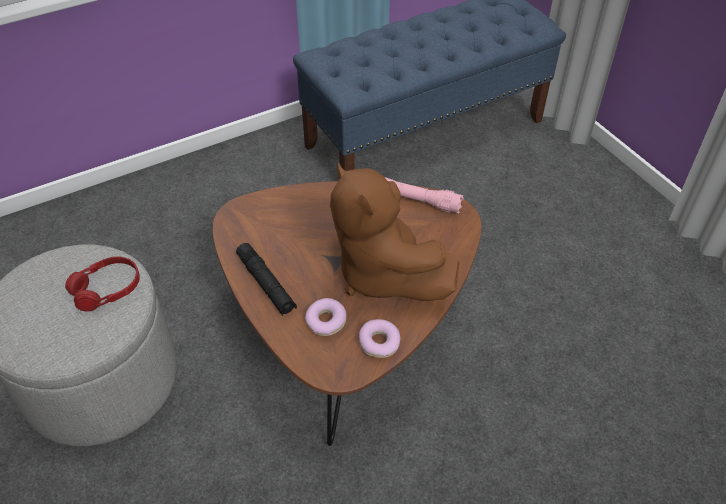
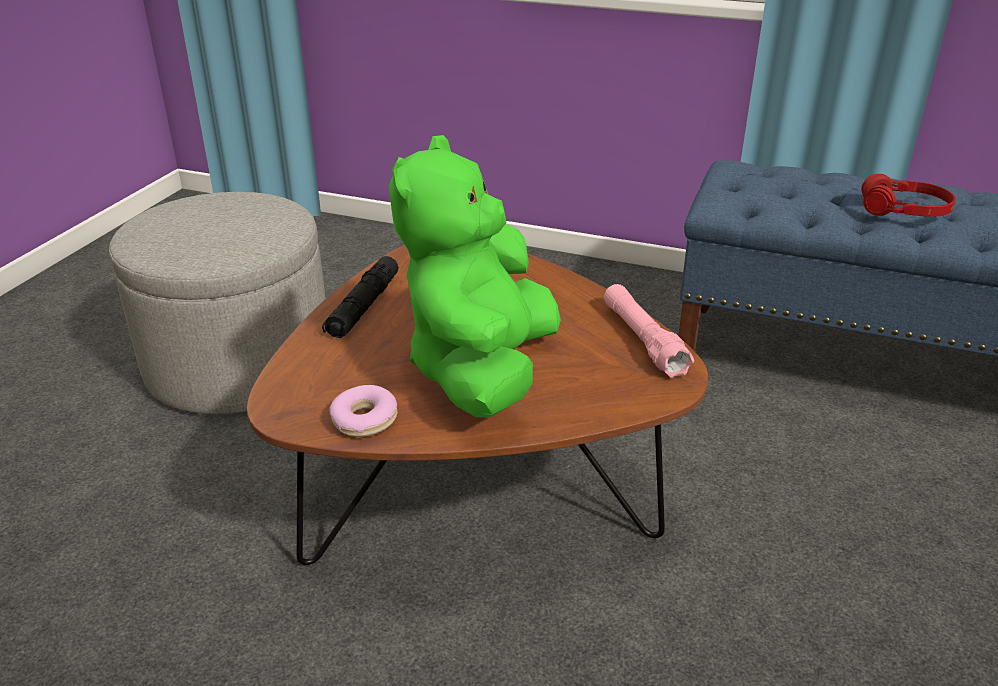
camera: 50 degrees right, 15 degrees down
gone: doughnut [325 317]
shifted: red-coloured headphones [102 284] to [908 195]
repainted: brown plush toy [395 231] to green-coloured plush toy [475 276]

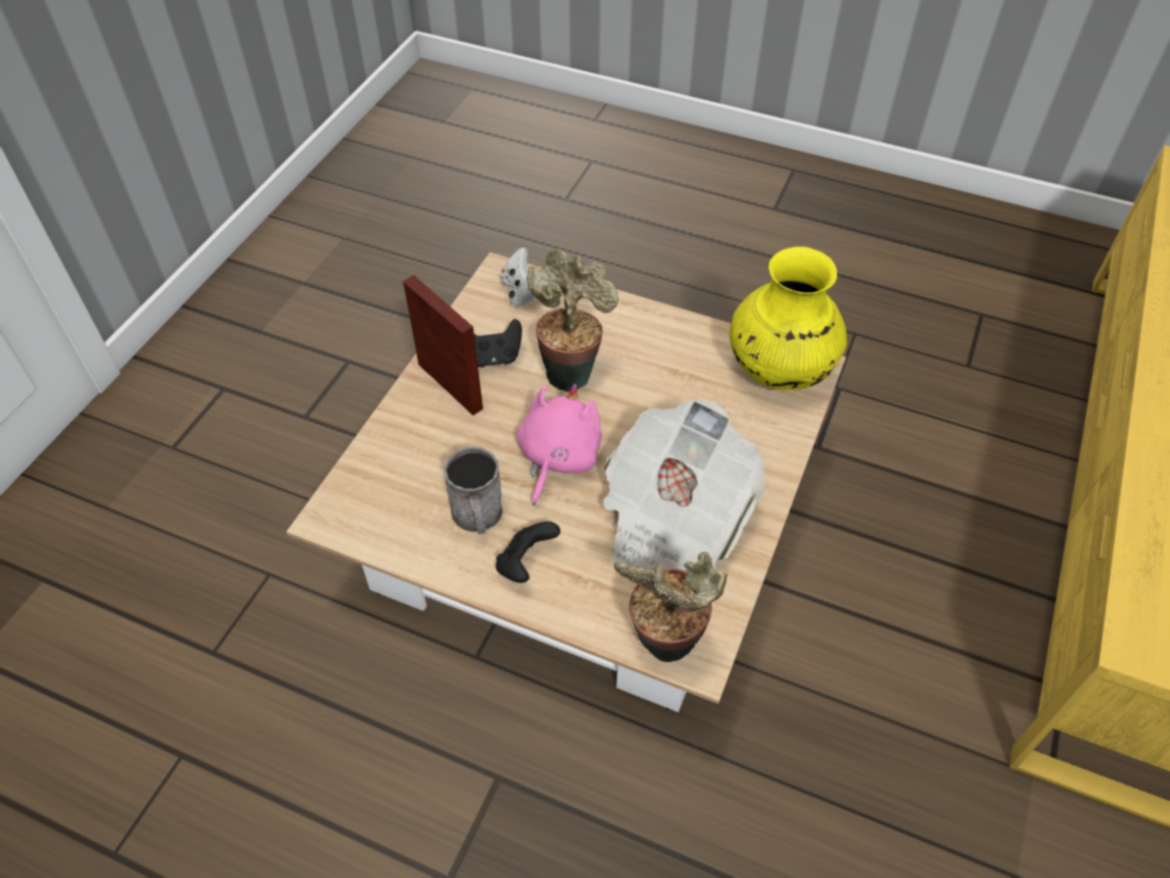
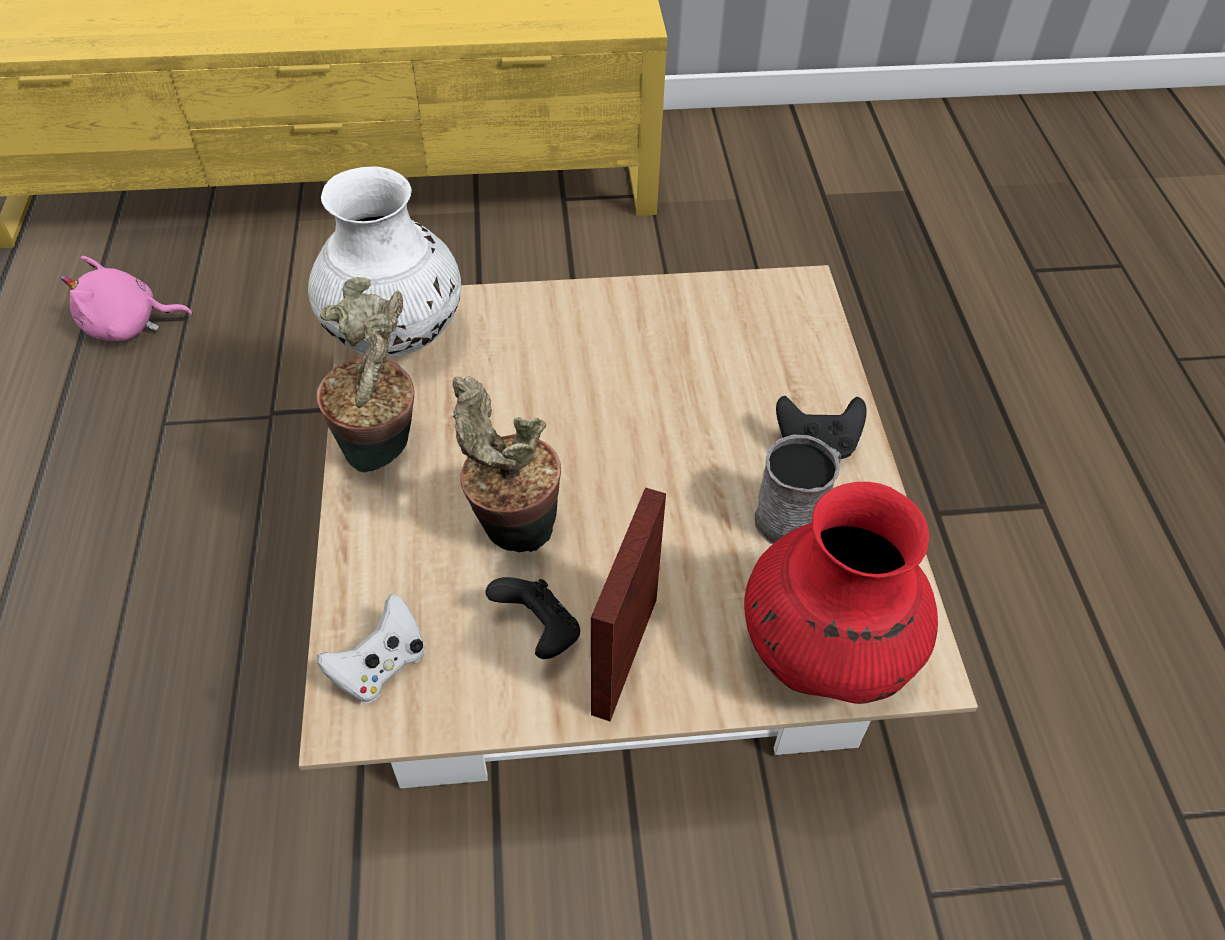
camera: 120 degrees left, 0 degrees up
gone: printed paper [684 485]
new: red-coloured flower vase [841 593]
shifted: pink-coloured plush toy [559 444] to [127 298]; potted plant [670 607] to [365 375]
repainted: yellow flower vase [788 318] to white-coloured flower vase [384 261]

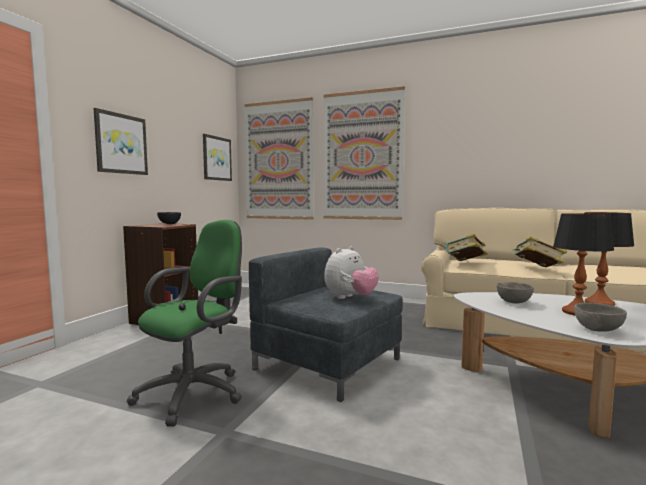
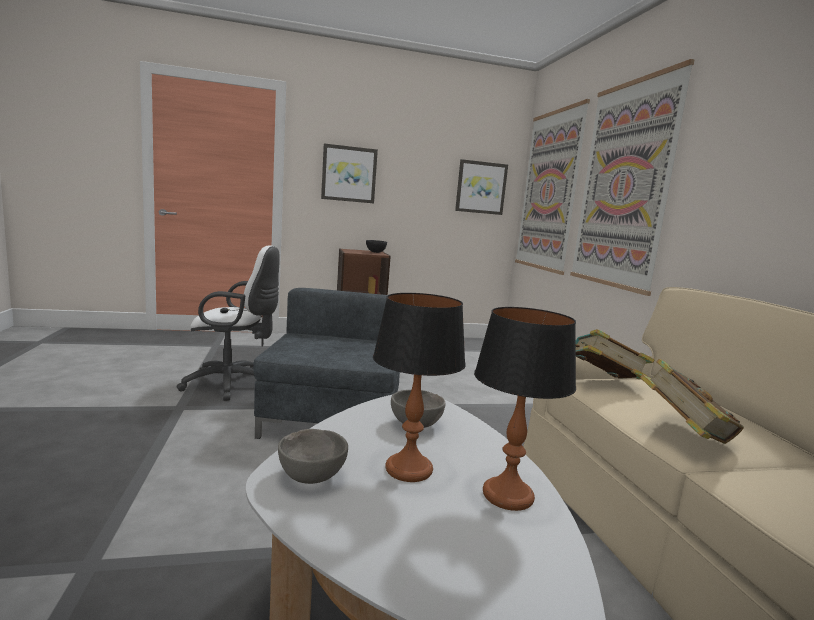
camera: 55 degrees right, 5 degrees up
gone: plush toy [351 272]
repainted: green-coloured computer chair [184 323] to white-coloured computer chair [228 323]

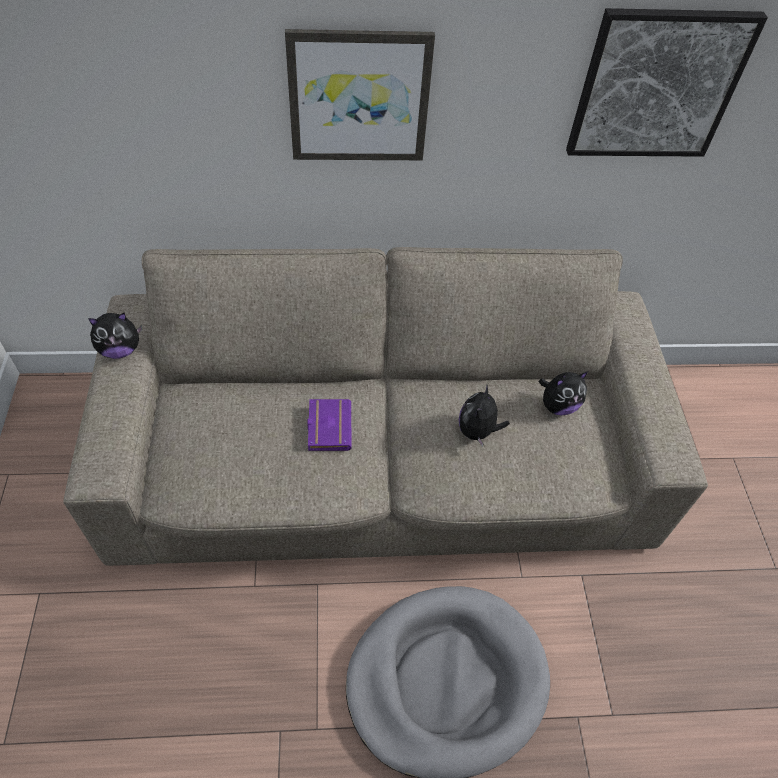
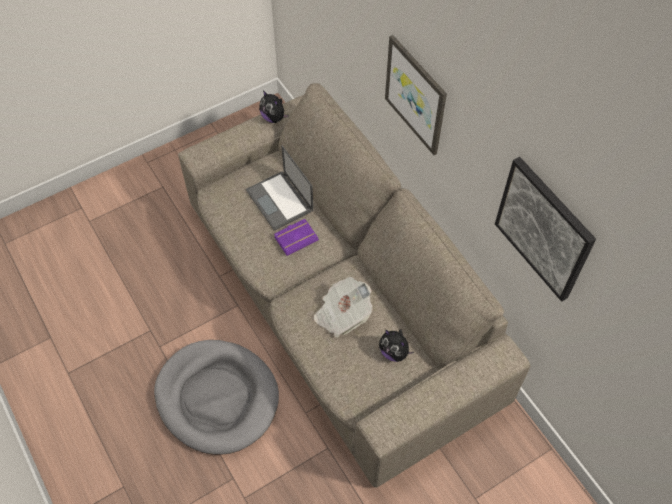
camera: 65 degrees right, 5 degrees up
new: laptop [279 188]
swapped: plush toy [484 416] to printed paper [343 307]

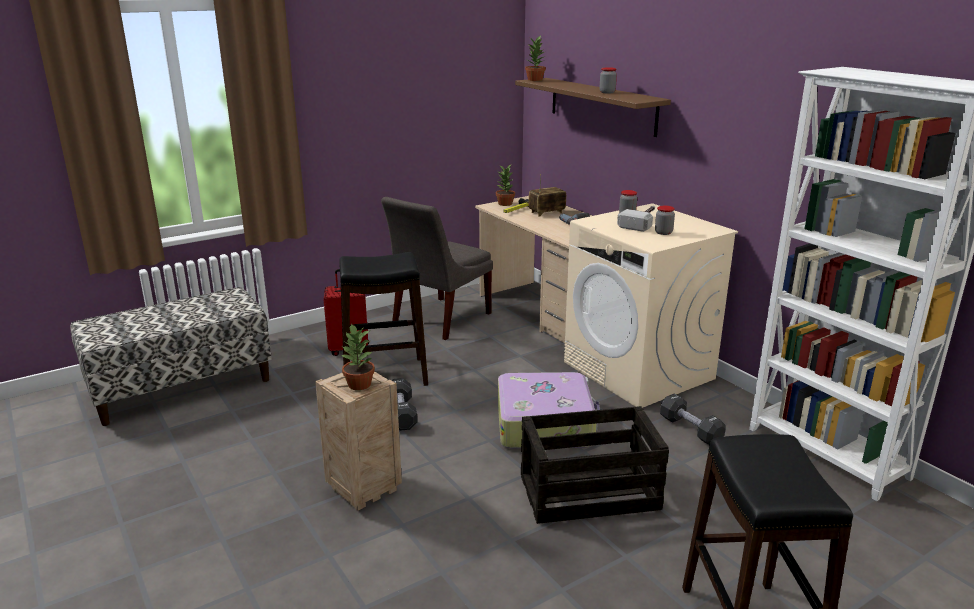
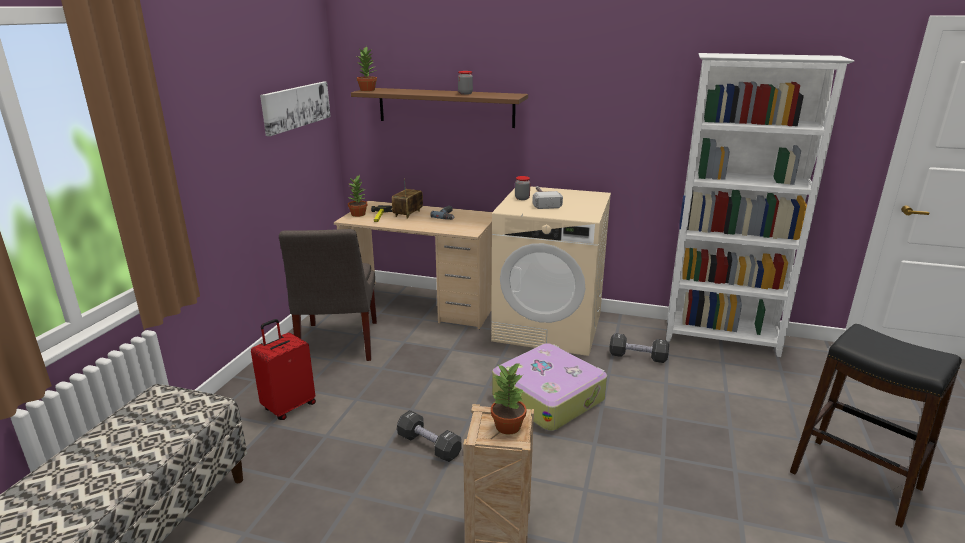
camera: 40 degrees left, 0 degrees up
gone: black stool [383 319]; shipping crate [595 465]; jar [665 220]
new: wall picture [295 109]

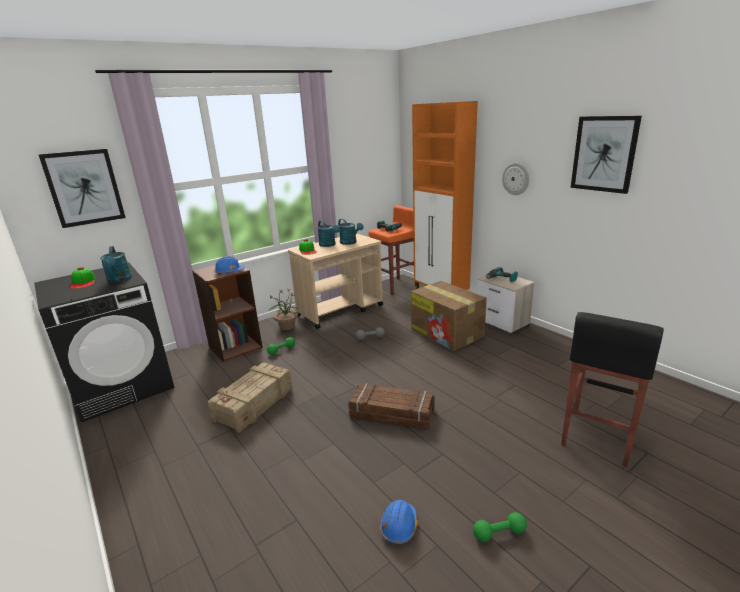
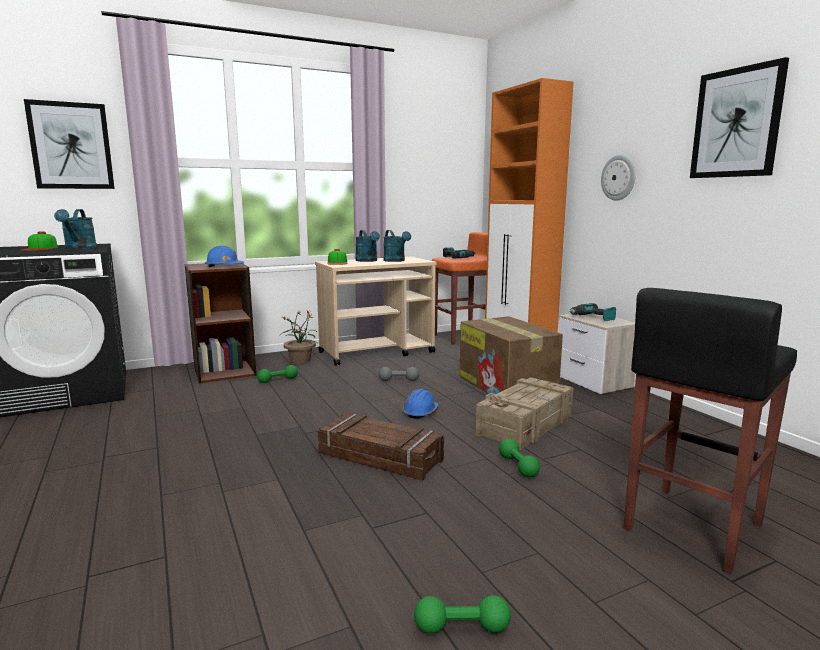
camera: 10 degrees right, 10 degrees down
new: green-coloured dumbbell [519 458]
shifted: shipping crate [250 397] to [524 413]; blue-coloured hard hat [398 522] to [420 404]

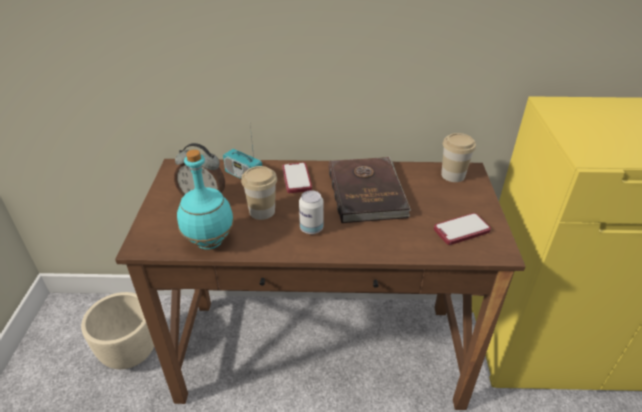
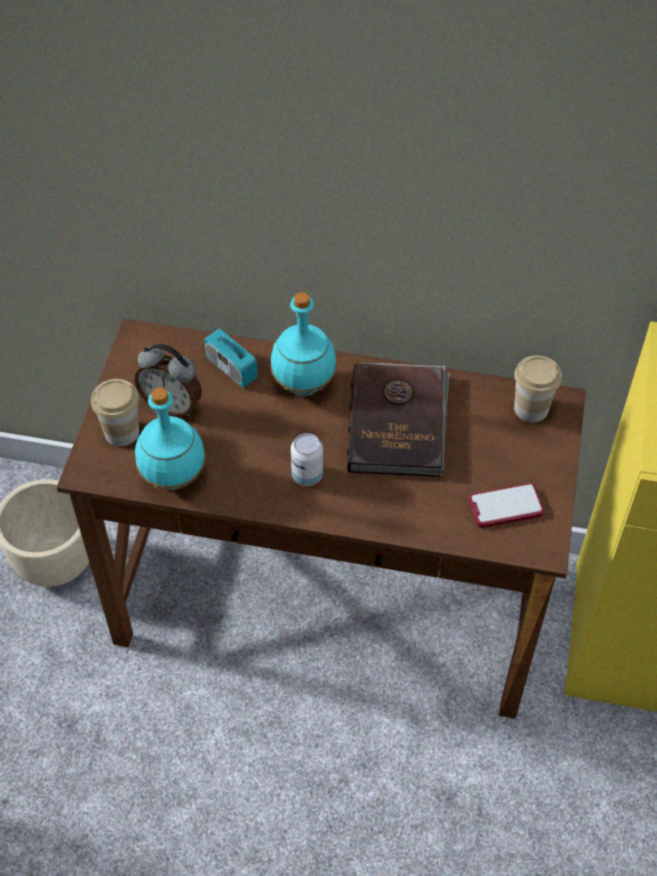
camera: 10 degrees right, 15 degrees up
shifted: drinking cup [259 193] to [115 412]
swapped: telephone [297 177] to turquoise-coloured beverage bottle [303 344]

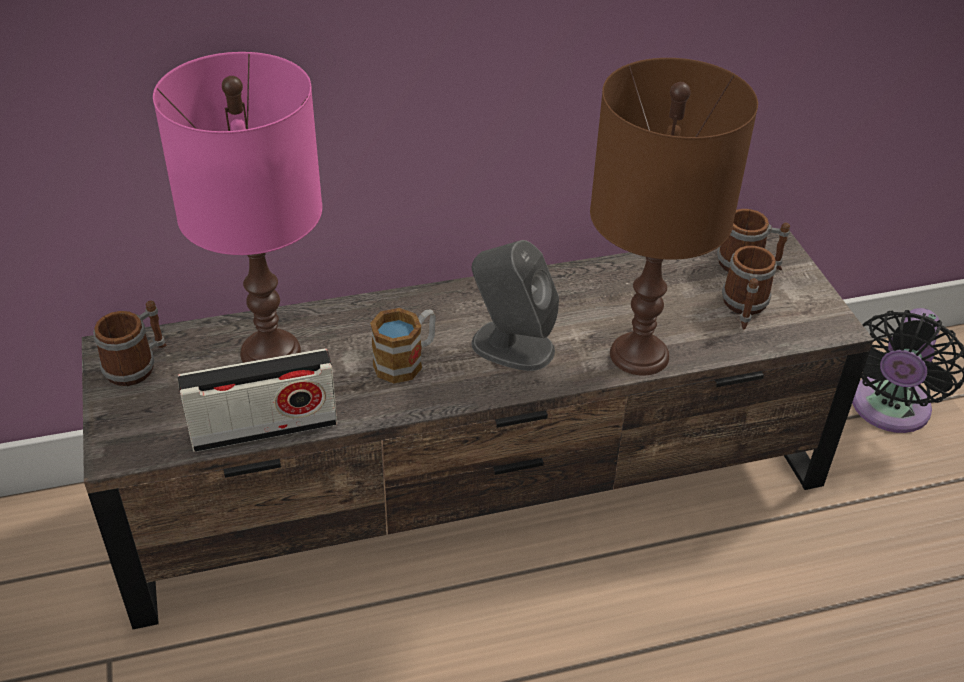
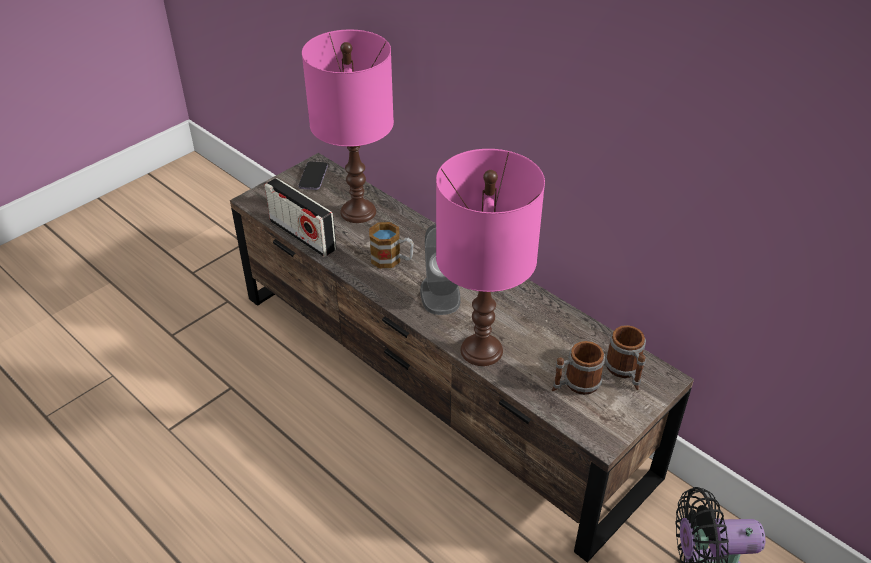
camera: 60 degrees right, 0 degrees up
swapped: mug [129 343] to telephone [313 175]
repainted: brown tabletop lamp [674 217] to pink-coloured tabletop lamp [490 257]

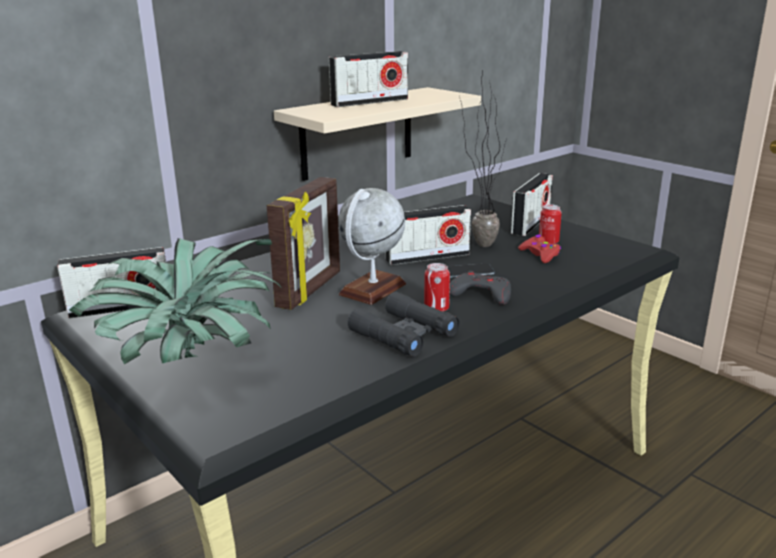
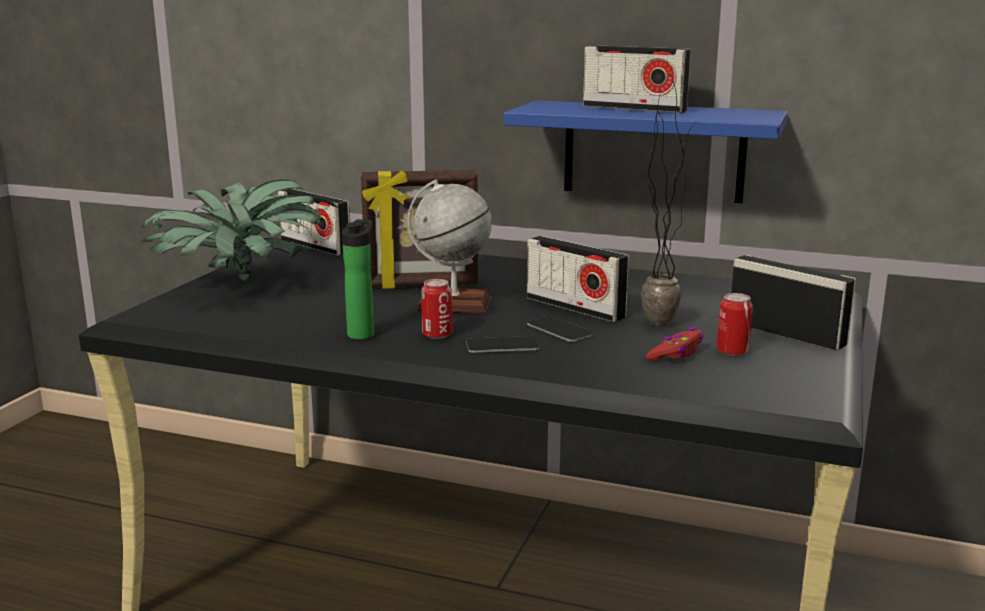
camera: 60 degrees right, 5 degrees down
swapped: black binoculars [403 324] to beverage bottle [358 279]; gray joypad [480 288] to telephone [503 344]
repainted: beige-coloured wall shelf [377 134] to blue-coloured wall shelf [645 151]
rotated: radio receiver [531 204] = [793 302] 135 degrees counterclockwise

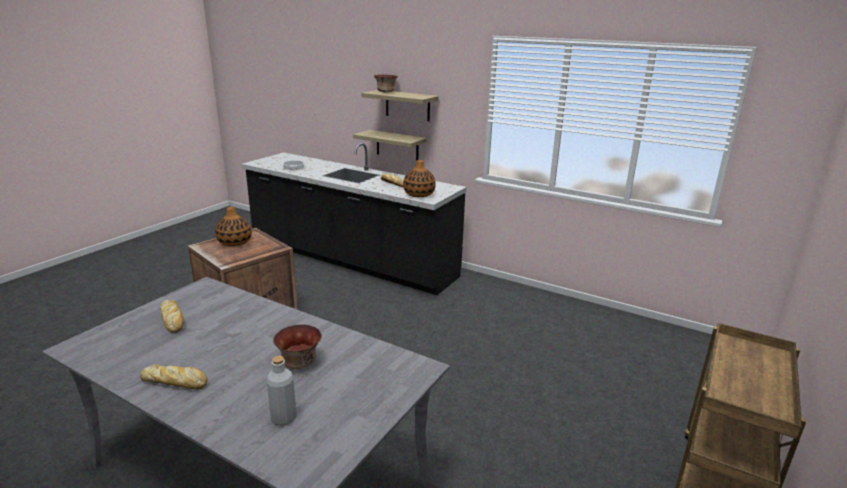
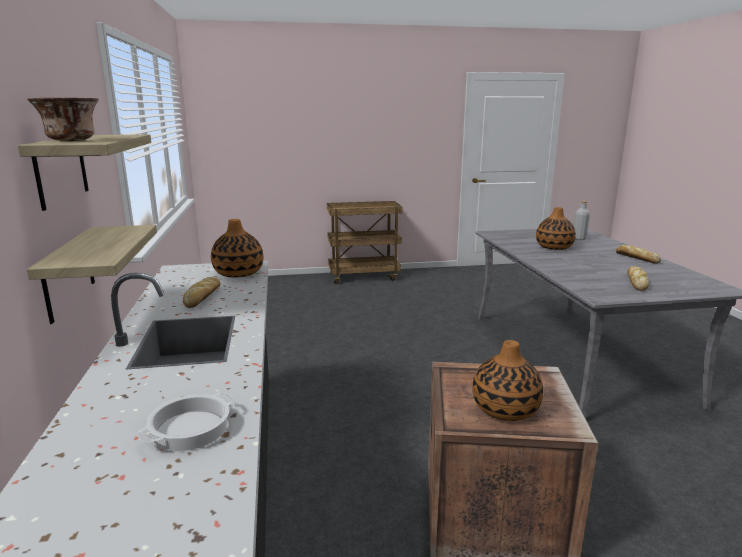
camera: 130 degrees left, 5 degrees down
swapped: deep dish [297 347] to flower vase [556 228]

